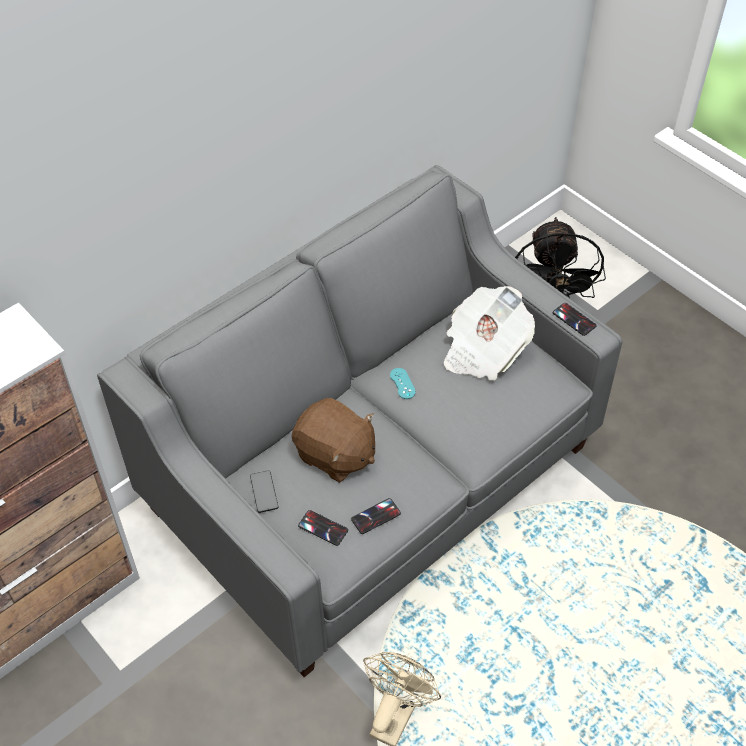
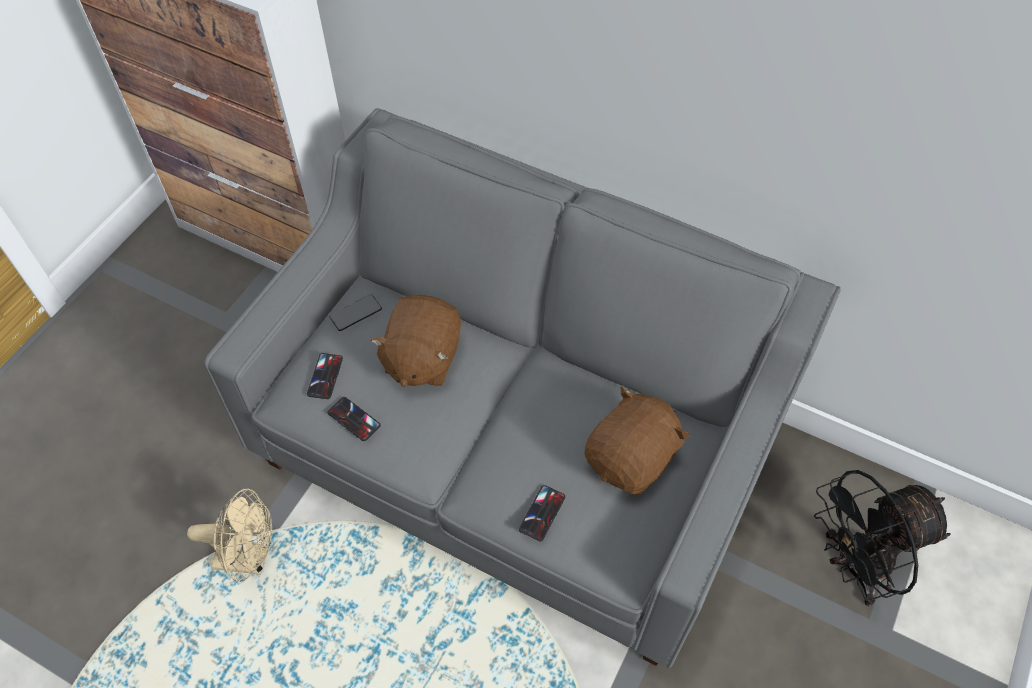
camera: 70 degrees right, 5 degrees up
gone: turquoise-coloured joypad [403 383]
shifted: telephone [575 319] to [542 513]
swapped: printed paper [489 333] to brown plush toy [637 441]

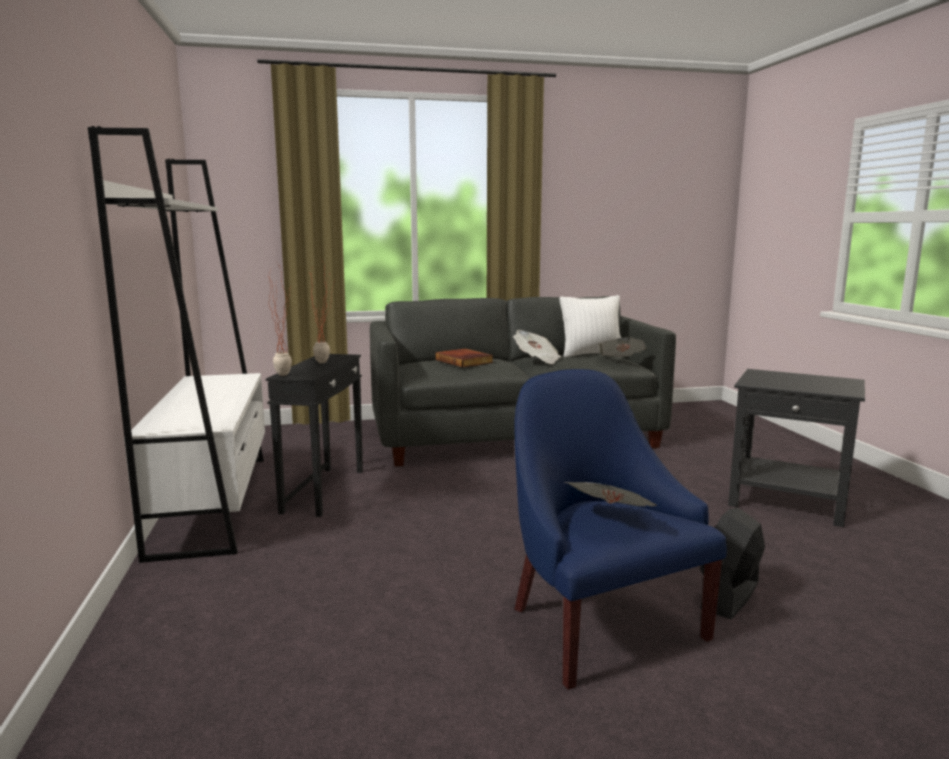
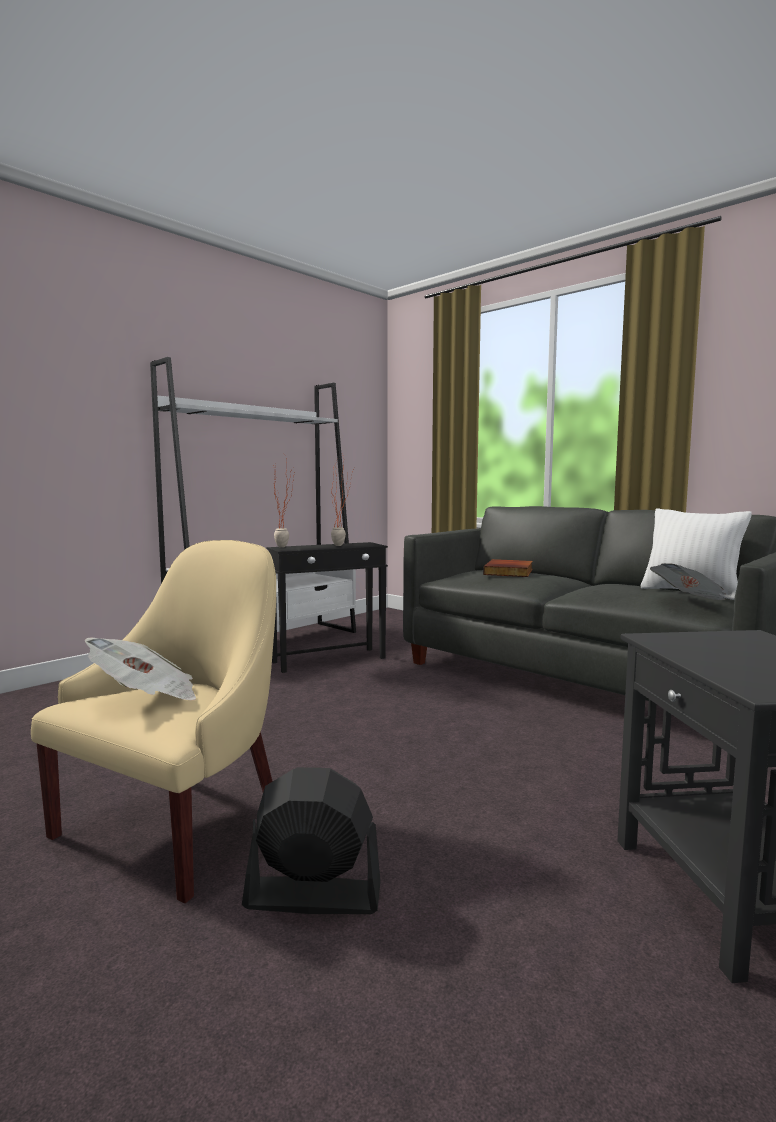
camera: 55 degrees right, 5 degrees down
gone: printed paper [537 347]
repainted: blue-coloured armchair [620 529] to beige-coloured armchair [153 721]

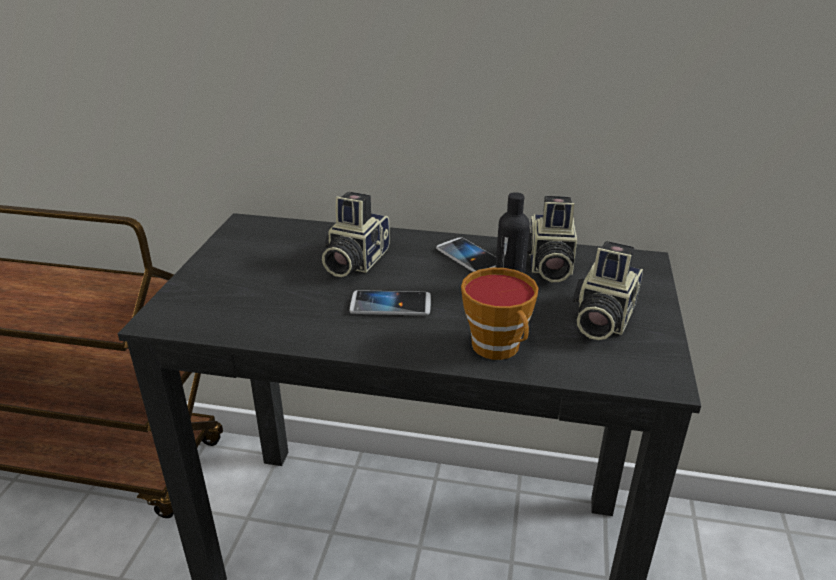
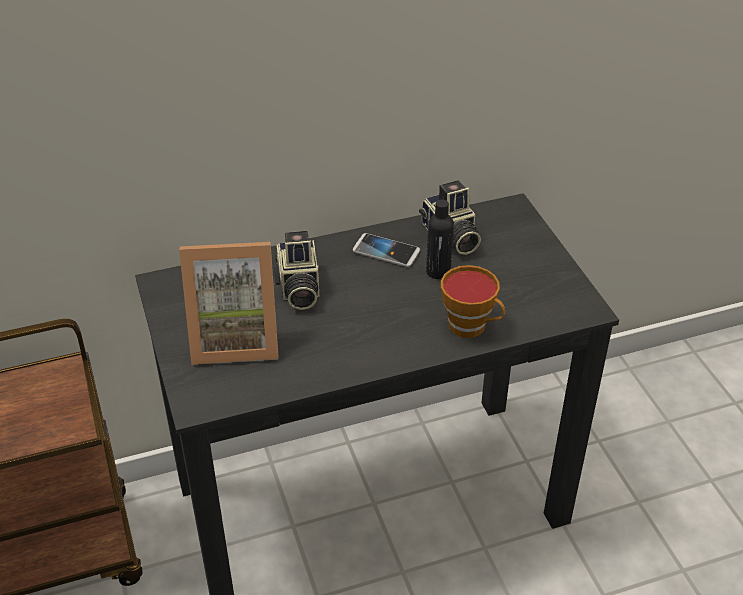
camera: 30 degrees left, 10 degrees up
gone: telephone [390 302]; still camera [608 290]
new: photo frame [228 303]

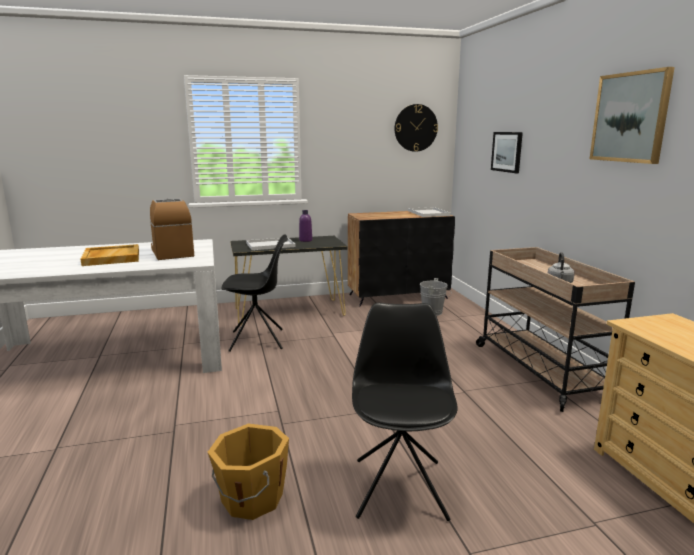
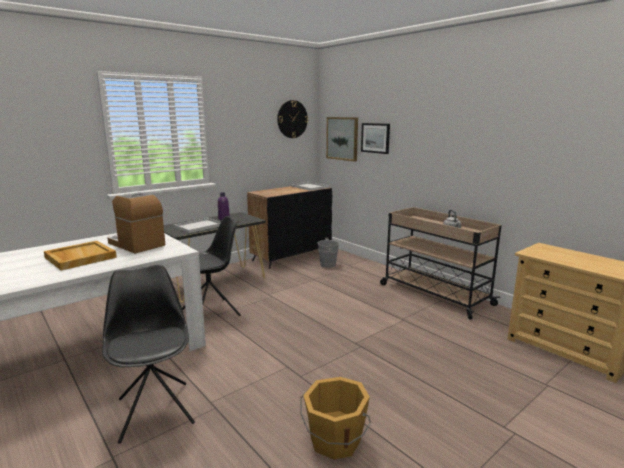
camera: 25 degrees left, 0 degrees up
shifted: black upright chair [405 411] to [148 354]; wall picture [632 115] to [342 139]

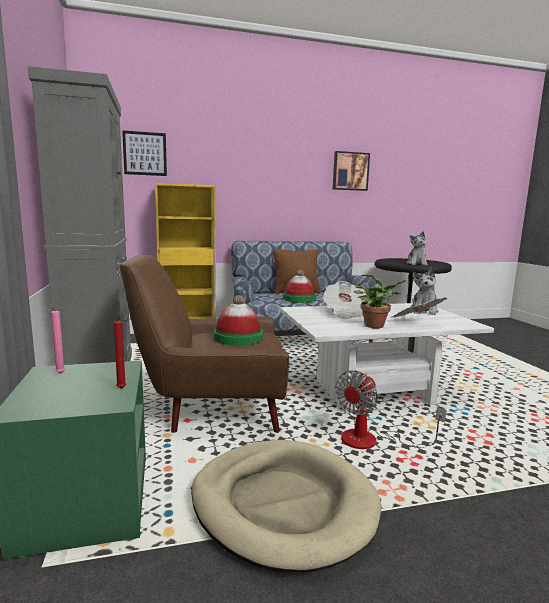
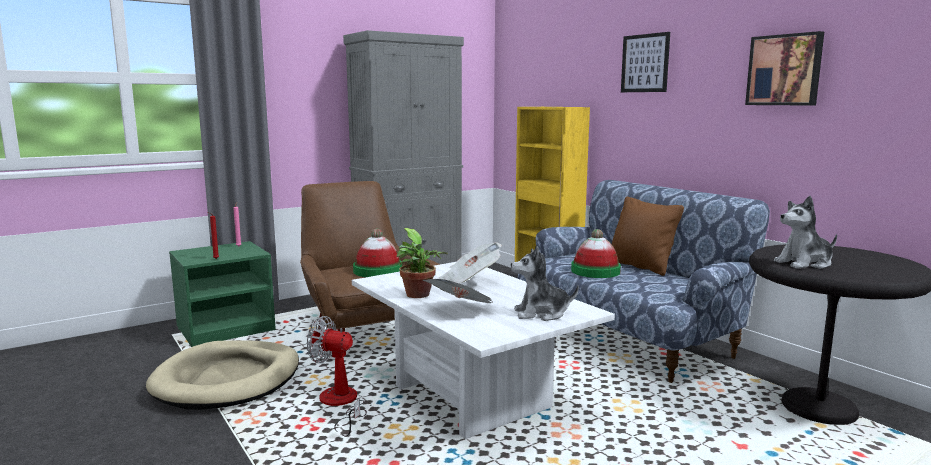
camera: 70 degrees right, 0 degrees up
shifted: wall picture [144 153] to [645 62]

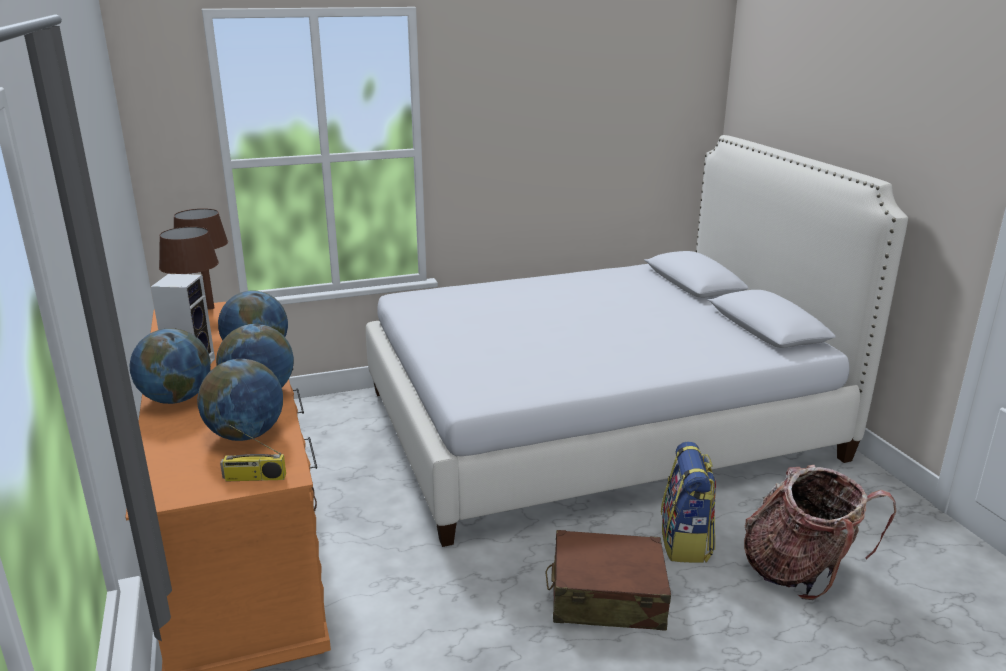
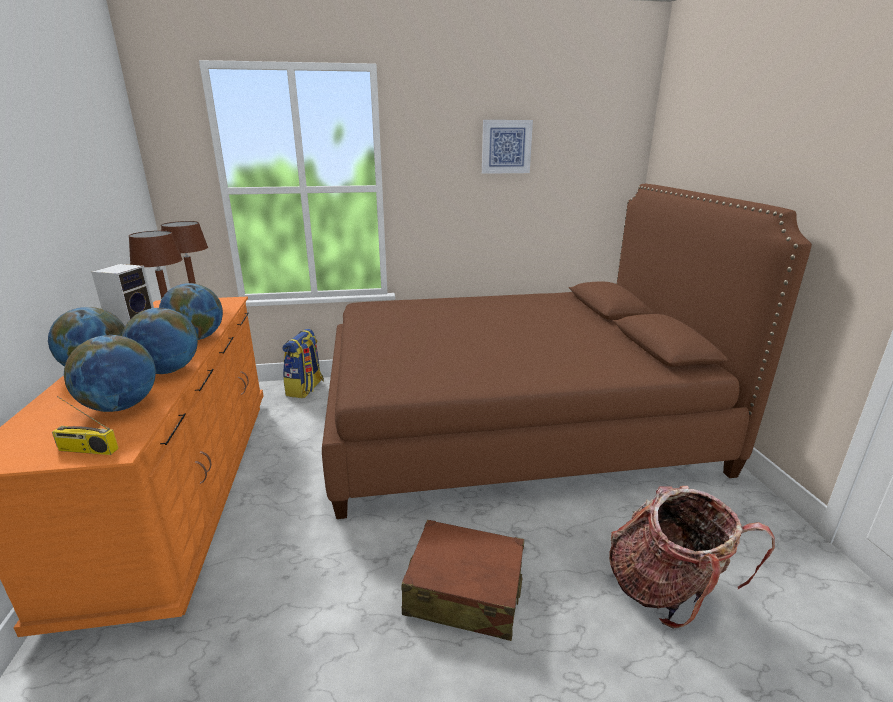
camera: 10 degrees right, 0 degrees up
new: wall picture [507 147]
shifted: backpack [688 502] to [303 363]
repainted: white-coloured sleeping bed [637 341] to brown sleeping bed [567 351]

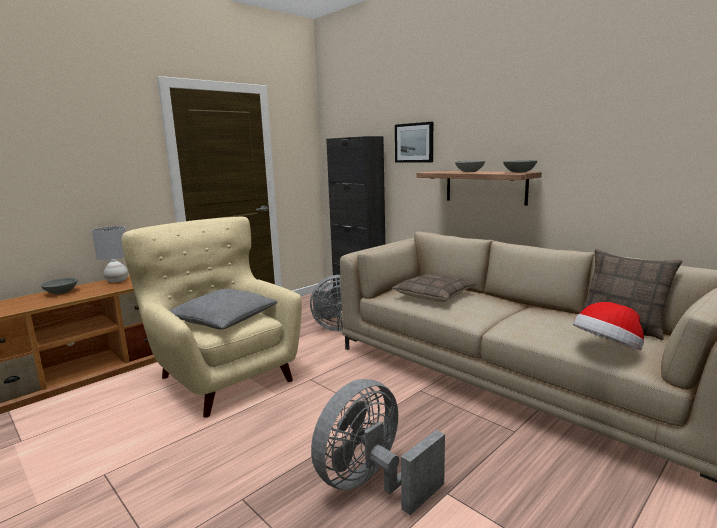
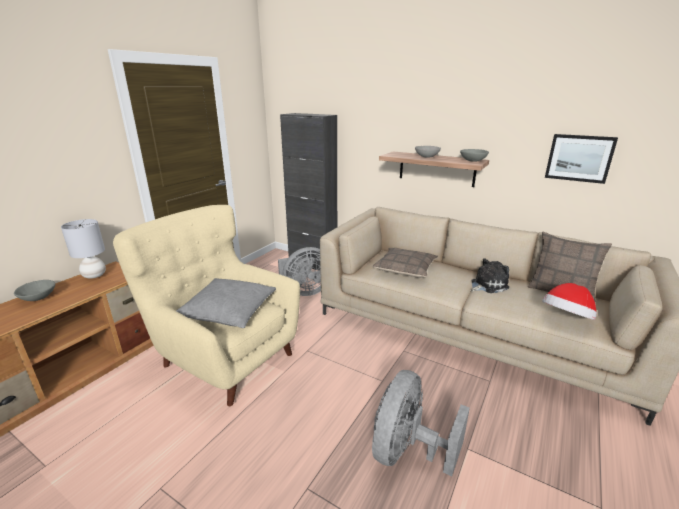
camera: 15 degrees left, 10 degrees up
new: plush toy [489 275]
shifted: wall picture [414 142] to [581 159]

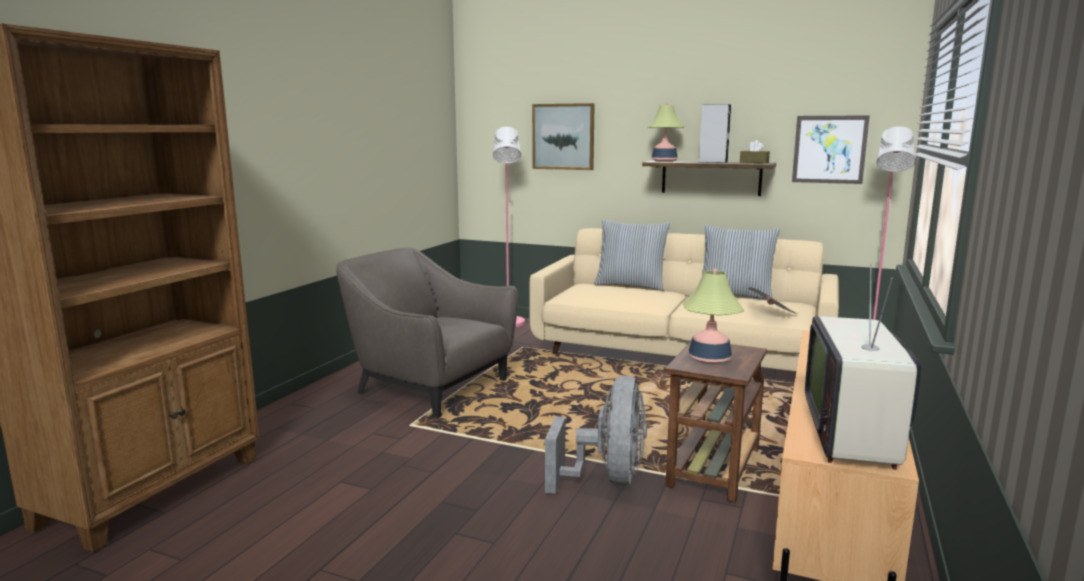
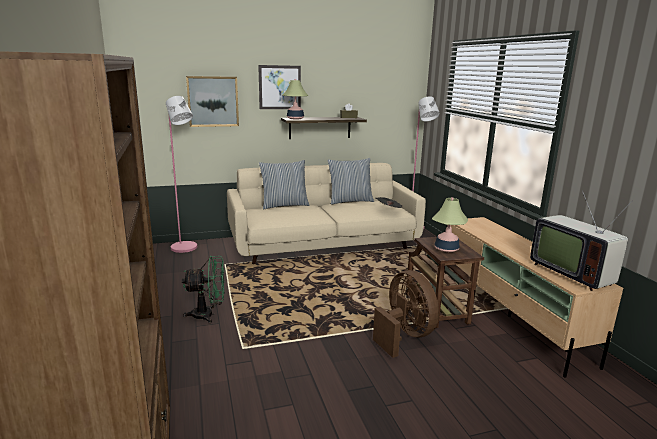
camera: 40 degrees left, 5 degrees up
gone: gray audio speaker [715 133]
shifted: wall picture [831 149] to [279 87]
swapped: gray armchair [427 333] to green-coloured electric fan [203 289]
repainted: gray electric fan [596 434] to brown electric fan [406 314]

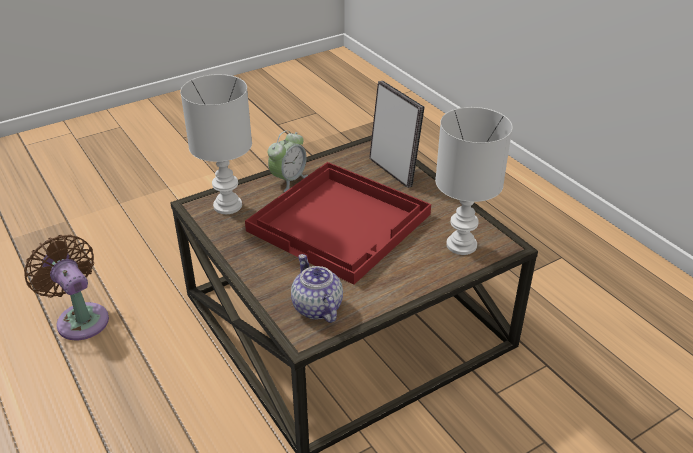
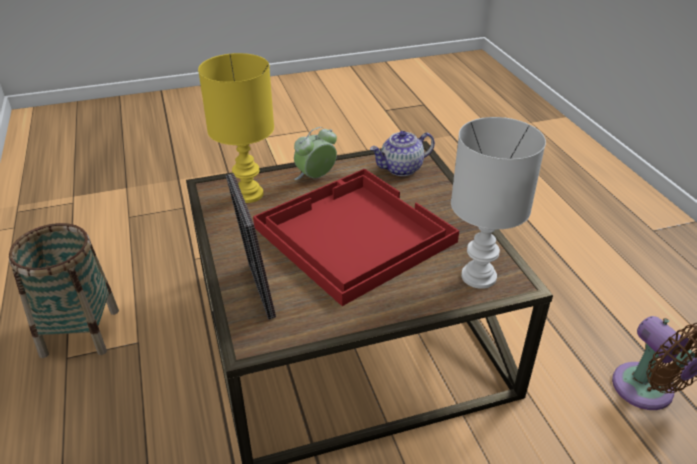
camera: 165 degrees left, 0 degrees up
new: household basket [64 290]
shifted: bedside clock [288 161] to [315 153]
repainted: white-coloured tabletop lamp [474 181] to yellow tabletop lamp [236 128]
rotated: pot for tea [317 288] = [402 153] 75 degrees clockwise

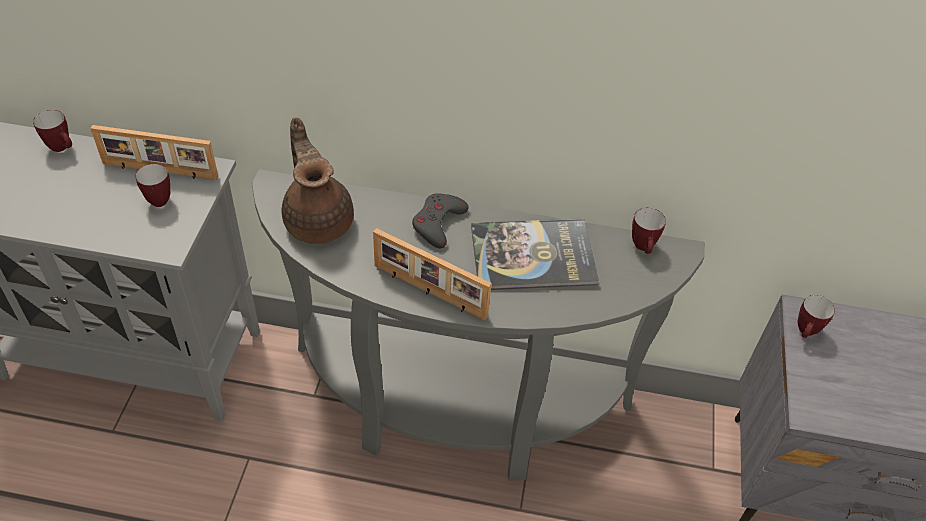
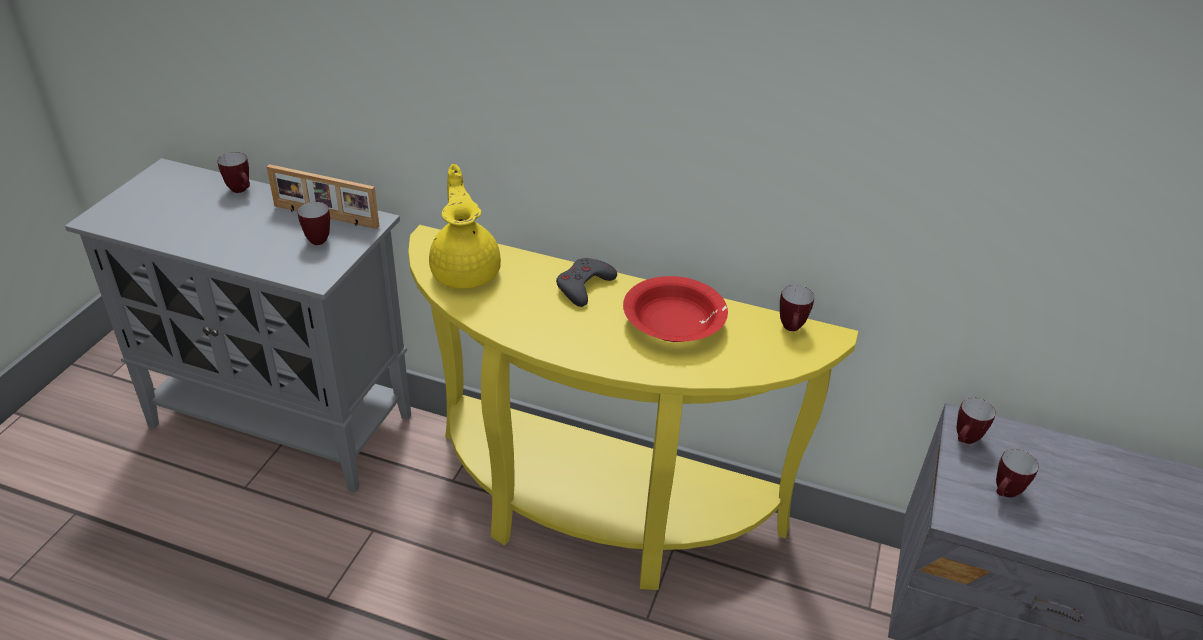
camera: 10 degrees right, 10 degrees down
gone: photo frame [432 274]
new: mug [1017 473]
swapped: volume [535 254] to red-coloured deep dish [675 309]
repainted: gray narrow table [478 325] to yellow narrow table [633 407]; brown pot for tea [318 181] to yellow pot for tea [465 226]

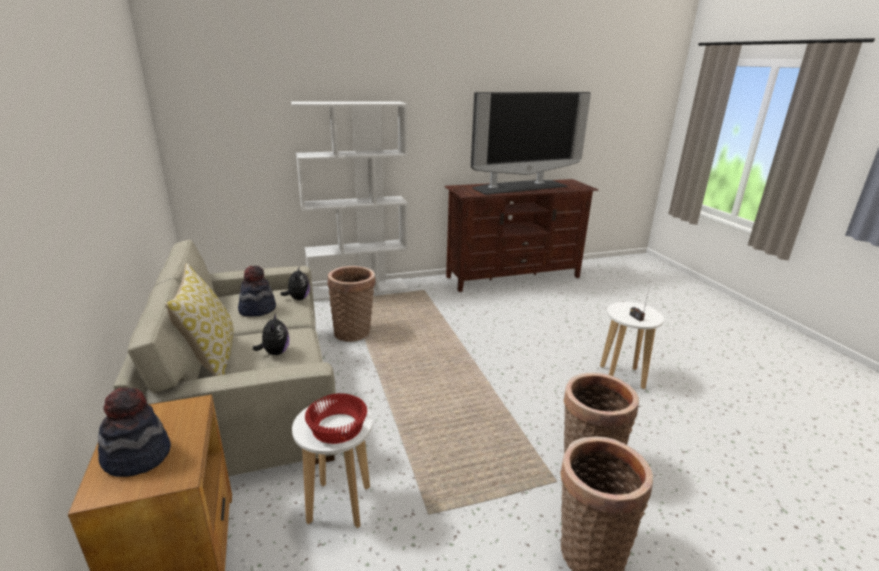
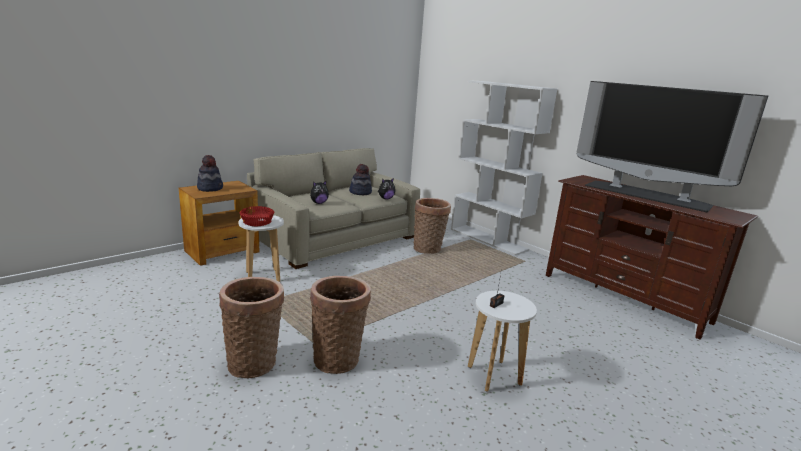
camera: 65 degrees right, 5 degrees down
gone: throw pillow [199 319]

